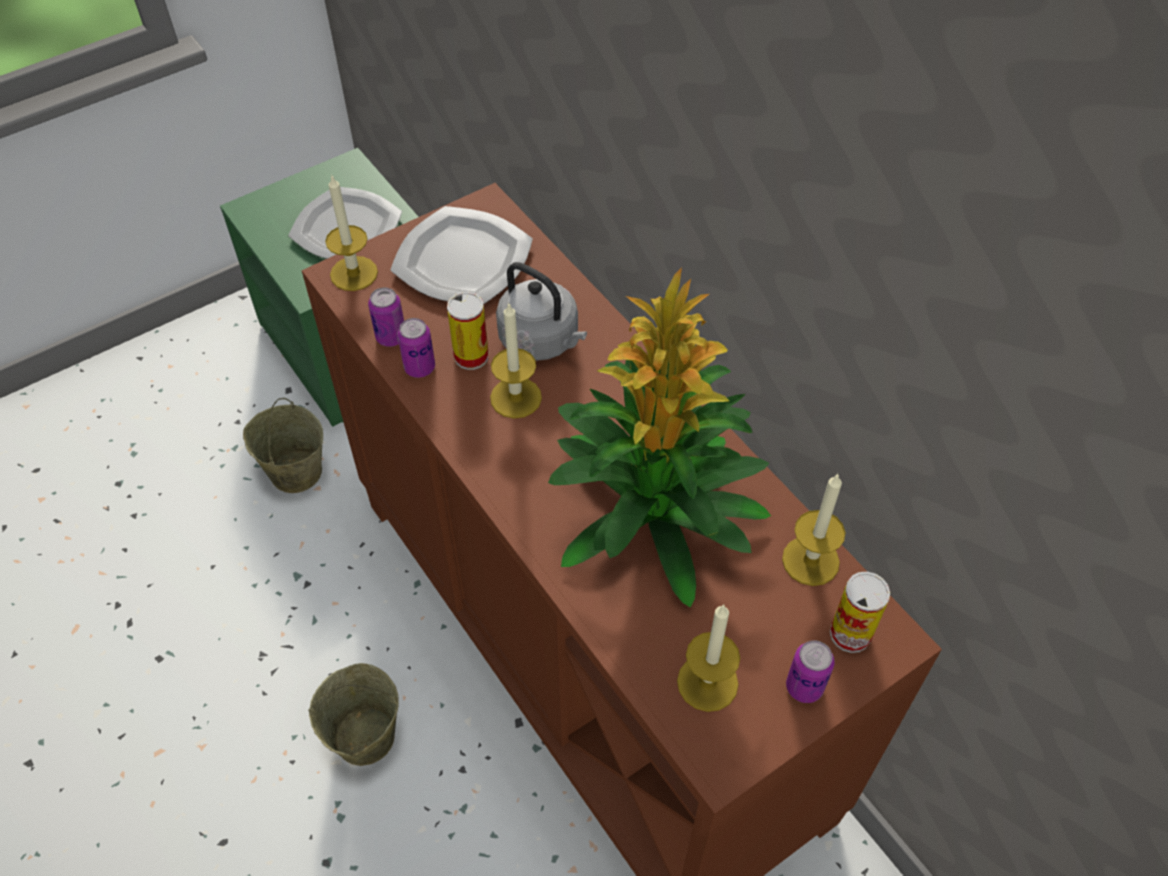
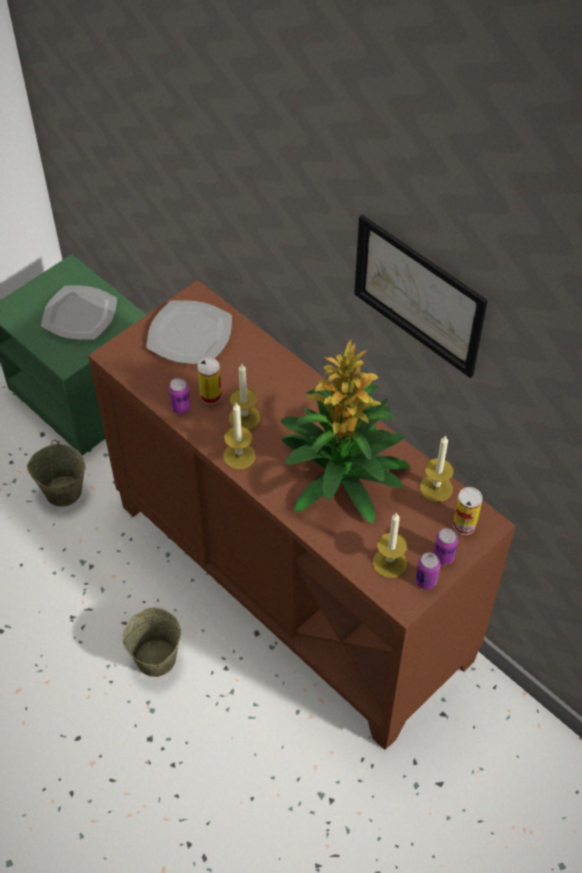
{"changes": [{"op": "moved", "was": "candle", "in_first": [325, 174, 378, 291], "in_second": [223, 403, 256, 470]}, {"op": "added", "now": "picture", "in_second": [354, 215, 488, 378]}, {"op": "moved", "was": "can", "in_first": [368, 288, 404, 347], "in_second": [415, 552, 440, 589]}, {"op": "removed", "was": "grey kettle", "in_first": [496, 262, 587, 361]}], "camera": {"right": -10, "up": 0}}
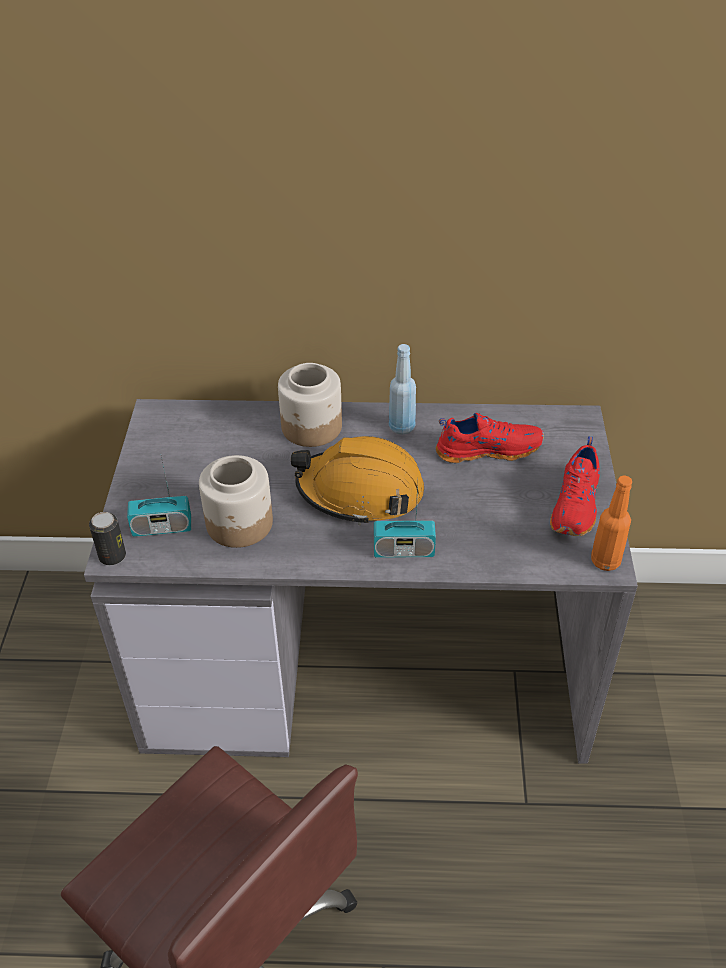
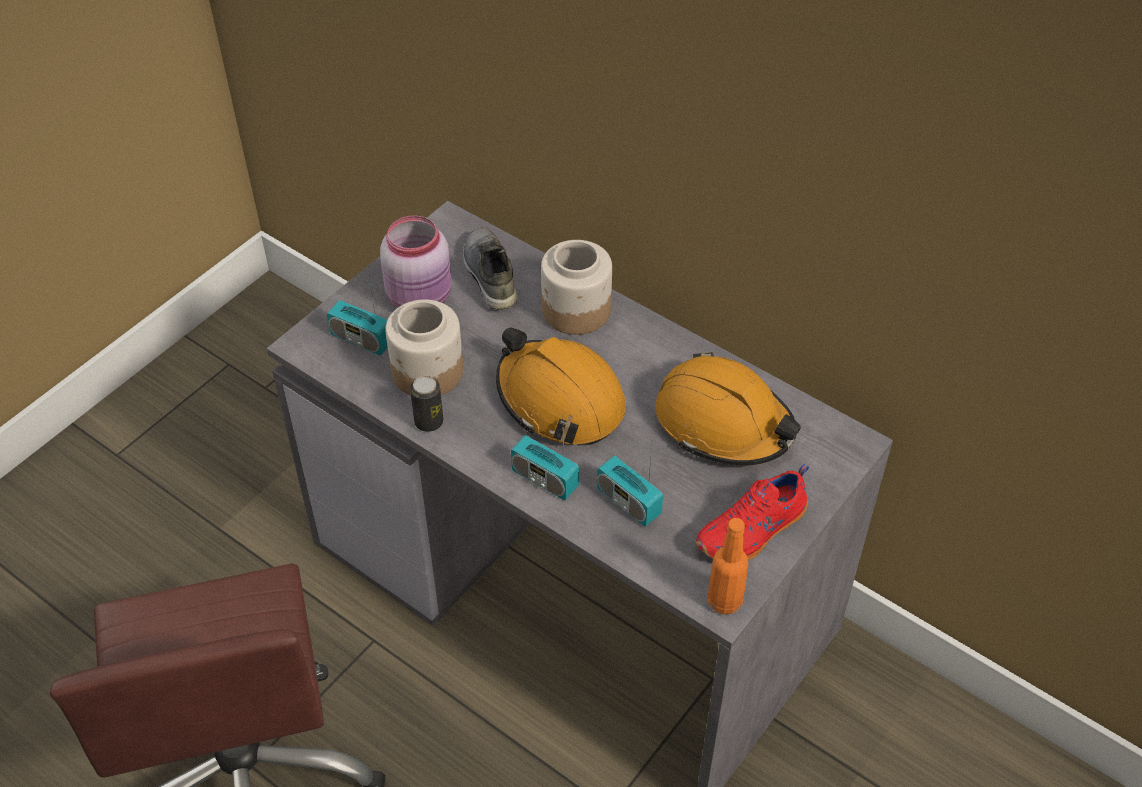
{"changes": [{"op": "added", "now": "pink jar", "in_second": [380, 215, 452, 308]}, {"op": "moved", "was": "can", "in_first": [89, 512, 126, 565], "in_second": [410, 376, 443, 432]}, {"op": "added", "now": "grey shoe", "in_second": [463, 227, 518, 310]}, {"op": "added", "now": "radio", "in_second": [597, 446, 663, 527]}, {"op": "replaced", "was": "red shoe", "now": "orange hard hat", "in_first": [435, 413, 544, 463], "in_second": [655, 352, 801, 466]}, {"op": "removed", "was": "blue bottle", "in_first": [389, 344, 416, 435]}], "camera": {"right": 35, "up": 5}}
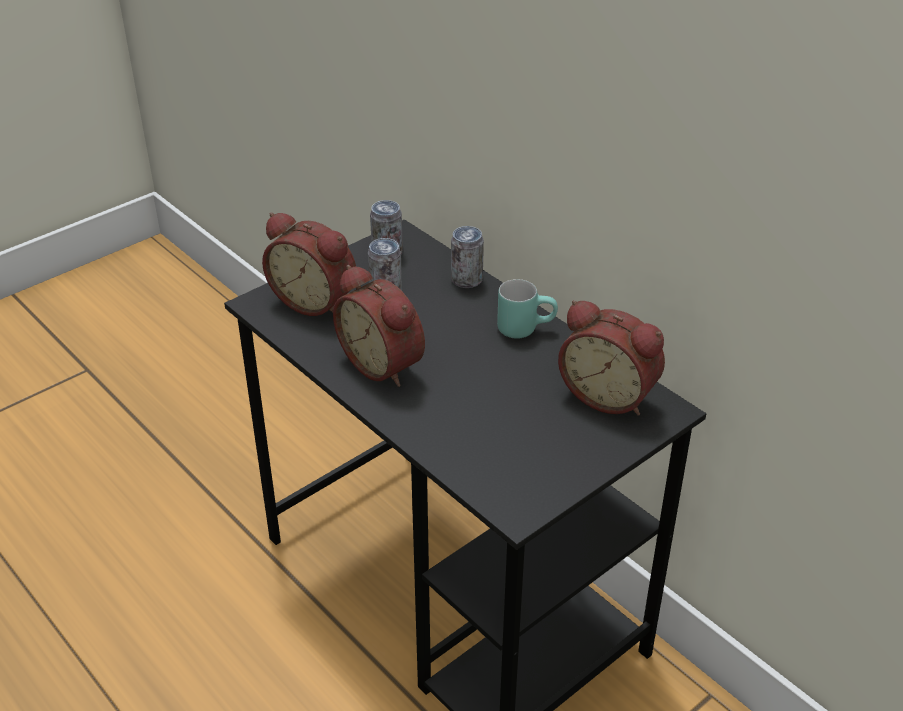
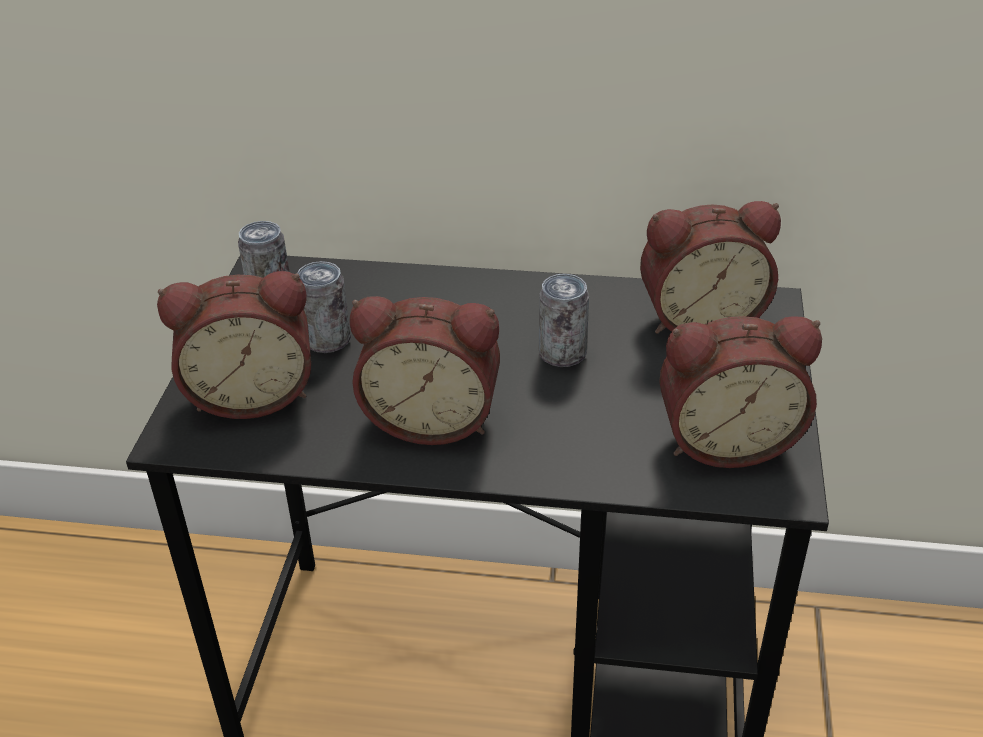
{"changes": [{"op": "moved", "was": "can", "in_first": [451, 226, 484, 288], "in_second": [539, 274, 589, 367]}, {"op": "added", "now": "alarm clock", "in_second": [659, 316, 822, 468]}, {"op": "removed", "was": "turquoise mug", "in_first": [497, 279, 558, 338]}], "camera": {"right": -40, "up": 0}}
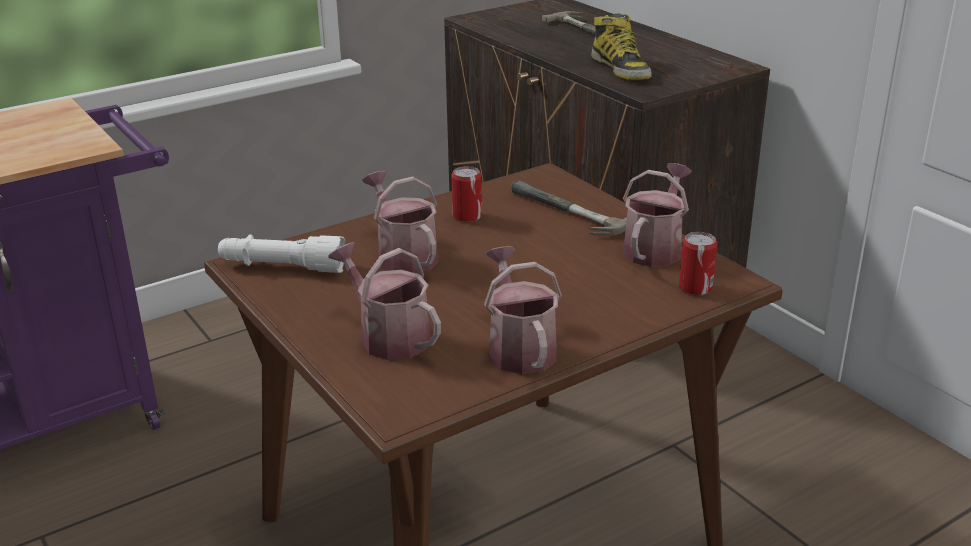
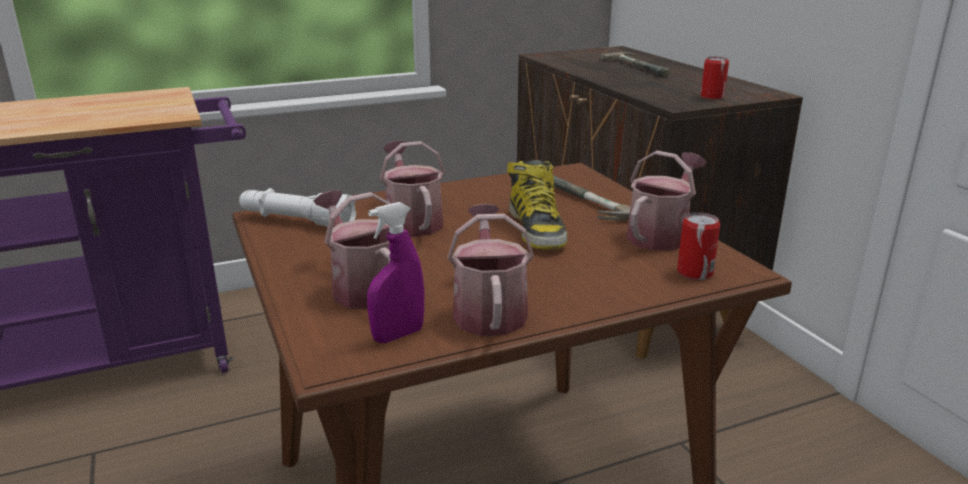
{"changes": [{"op": "added", "now": "purple spray bottle", "in_second": [367, 202, 424, 343]}, {"op": "moved", "was": "boot", "in_first": [591, 13, 652, 80], "in_second": [507, 160, 567, 250]}, {"op": "moved", "was": "can", "in_first": [451, 166, 482, 222], "in_second": [701, 57, 729, 100]}], "camera": {"right": 10, "up": -5}}
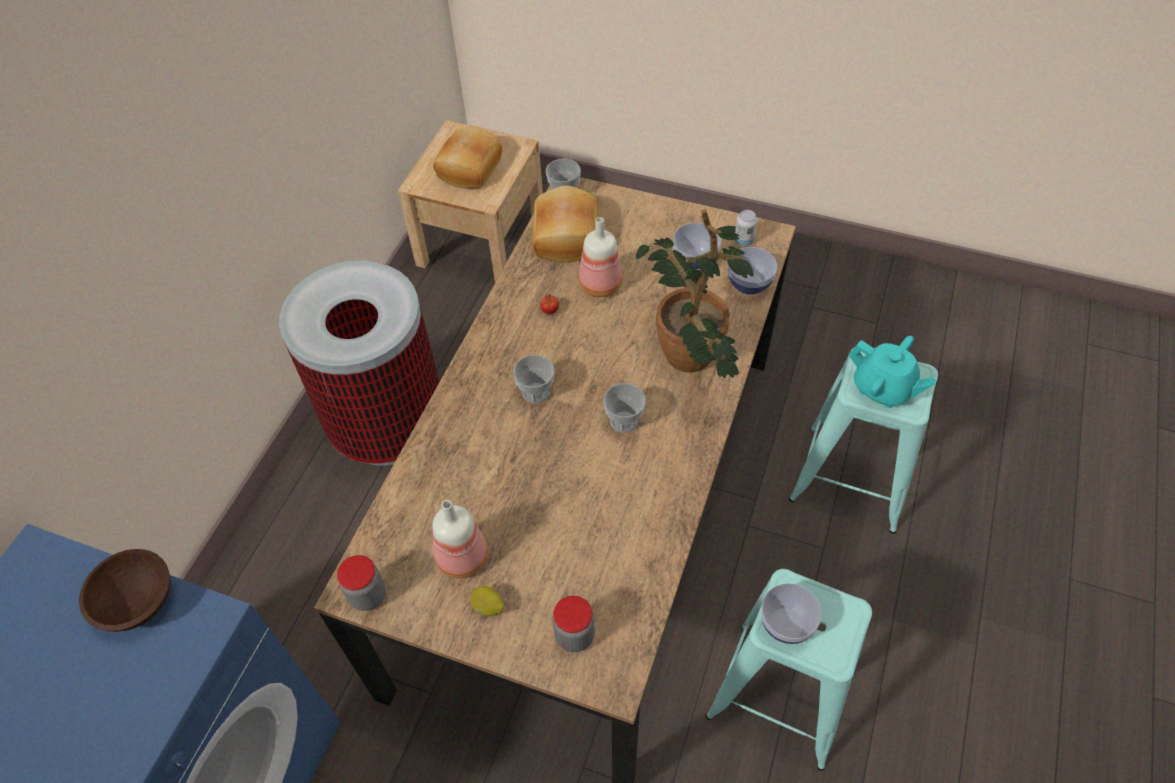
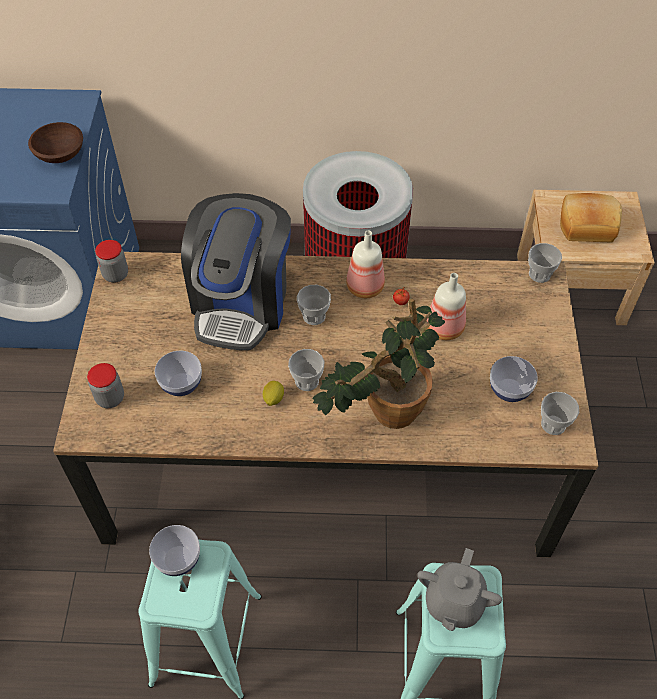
{"changes": [{"op": "moved", "was": "bowl", "in_first": [728, 247, 777, 295], "in_second": [155, 351, 202, 396]}, {"op": "added", "now": "coffee machine", "in_second": [181, 193, 291, 350]}, {"op": "moved", "was": "lemon", "in_first": [470, 586, 504, 616], "in_second": [263, 381, 284, 406]}, {"op": "moved", "was": "bottle", "in_first": [433, 500, 488, 578], "in_second": [346, 230, 385, 298]}, {"op": "recoloured", "was": "turquoise teapot", "now": "grey teapot", "in_first": [848, 336, 937, 408], "in_second": [417, 548, 502, 631]}, {"op": "replaced", "was": "can", "now": "cup", "in_first": [734, 210, 757, 246], "in_second": [541, 392, 579, 435]}, {"op": "removed", "was": "bread", "in_first": [532, 185, 598, 263]}], "camera": {"right": 70, "up": 0}}
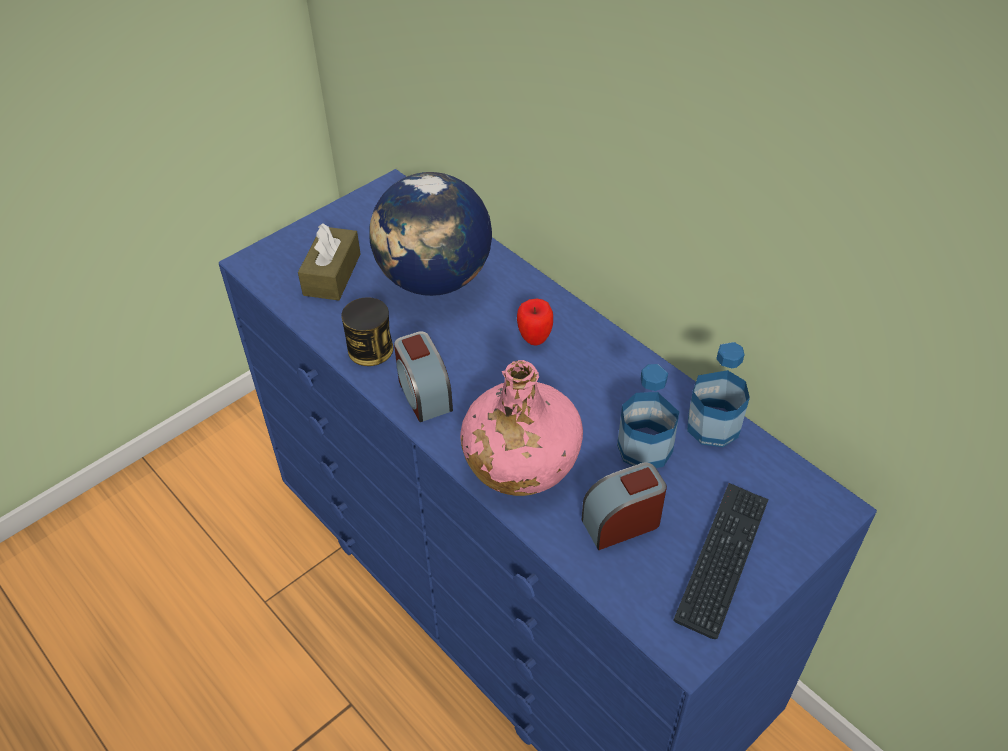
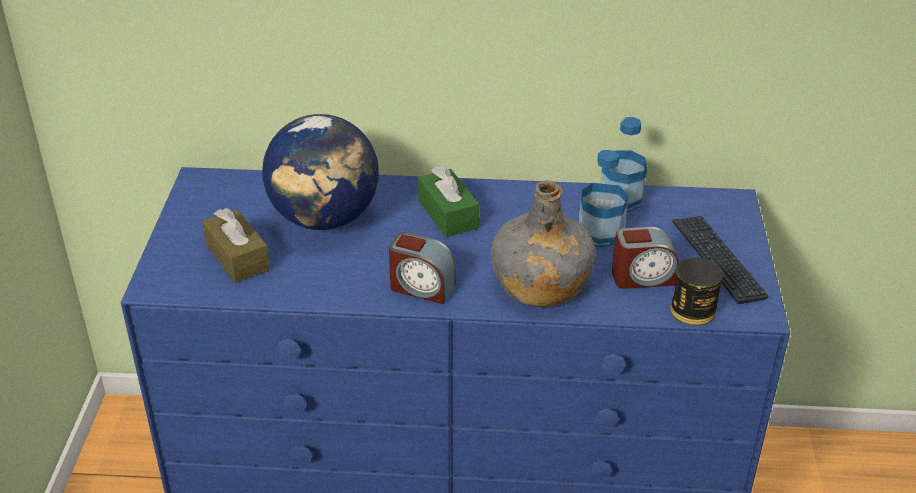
{"changes": [{"op": "replaced", "was": "apple", "now": "green tissue box", "in_first": [517, 299, 553, 346], "in_second": [418, 166, 479, 237]}, {"op": "recoloured", "was": "pink bottle", "now": "grey bottle", "in_first": [460, 360, 583, 496], "in_second": [491, 180, 595, 307]}, {"op": "turned", "was": "alarm clock", "in_first": [582, 462, 667, 550], "in_second": [612, 227, 679, 289], "clockwise": -120}, {"op": "moved", "was": "can", "in_first": [341, 297, 393, 366], "in_second": [670, 258, 723, 326]}], "camera": {"right": -45, "up": -10}}
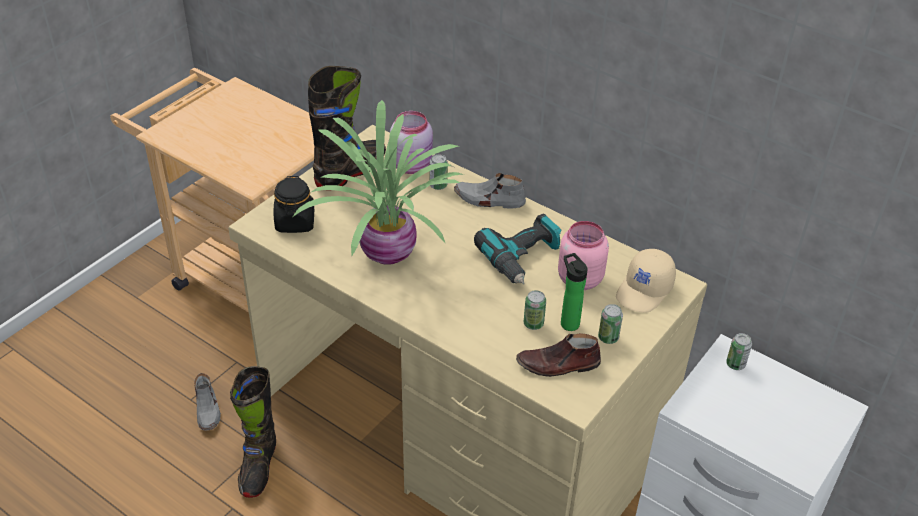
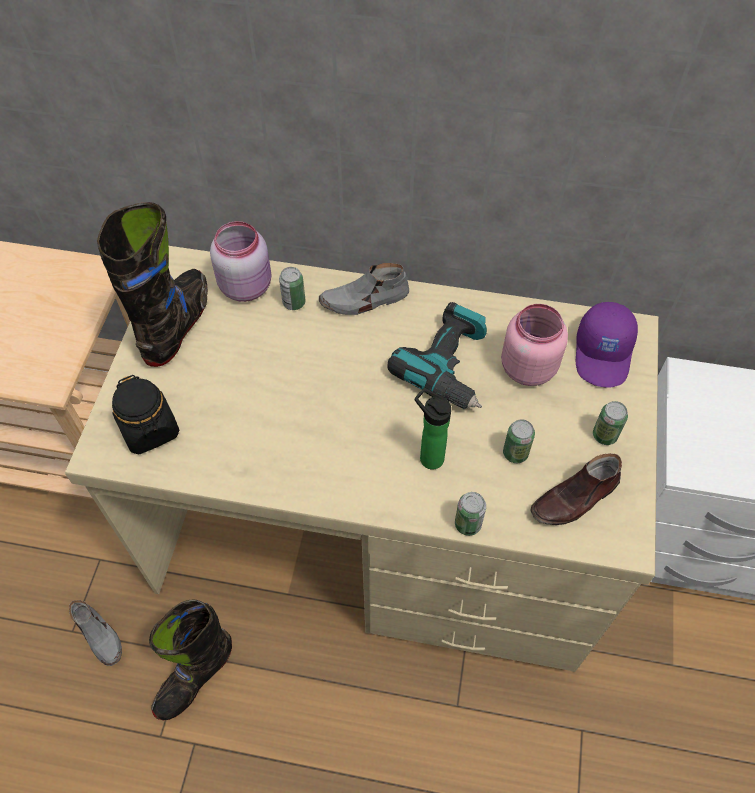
{"changes": [{"op": "turned", "was": "black boot", "in_first": [230, 366, 276, 498], "in_second": [149, 600, 232, 720], "clockwise": 60}, {"op": "moved", "was": "bottle", "in_first": [561, 253, 588, 331], "in_second": [415, 388, 451, 469]}, {"op": "moved", "was": "can", "in_first": [726, 333, 752, 370], "in_second": [455, 492, 486, 536]}, {"op": "recoloured", "was": "beige cap", "now": "purple cap", "in_first": [616, 249, 676, 313], "in_second": [576, 302, 638, 388]}, {"op": "removed", "was": "potted plant", "in_first": [293, 100, 464, 265]}], "camera": {"right": -25, "up": 15}}
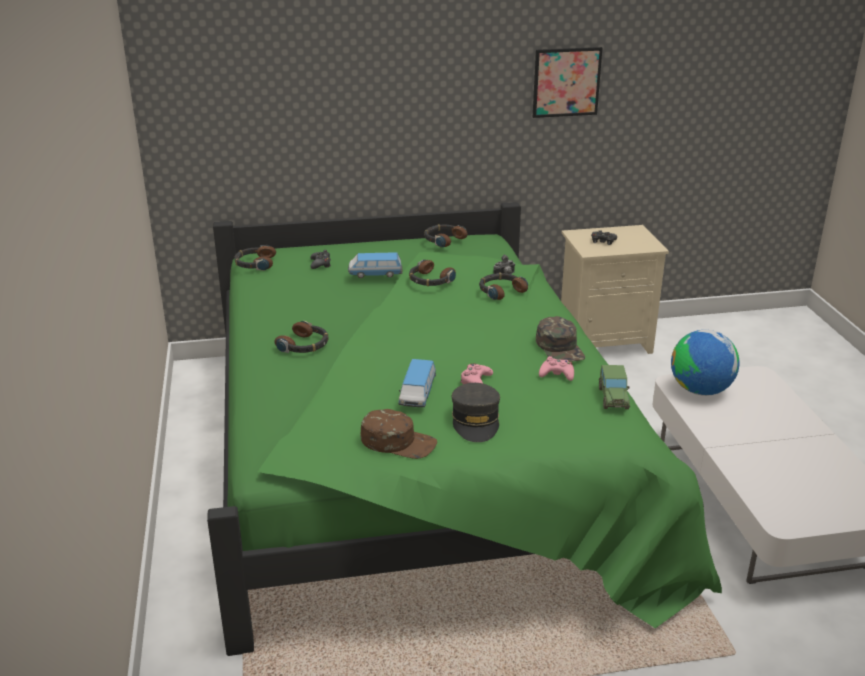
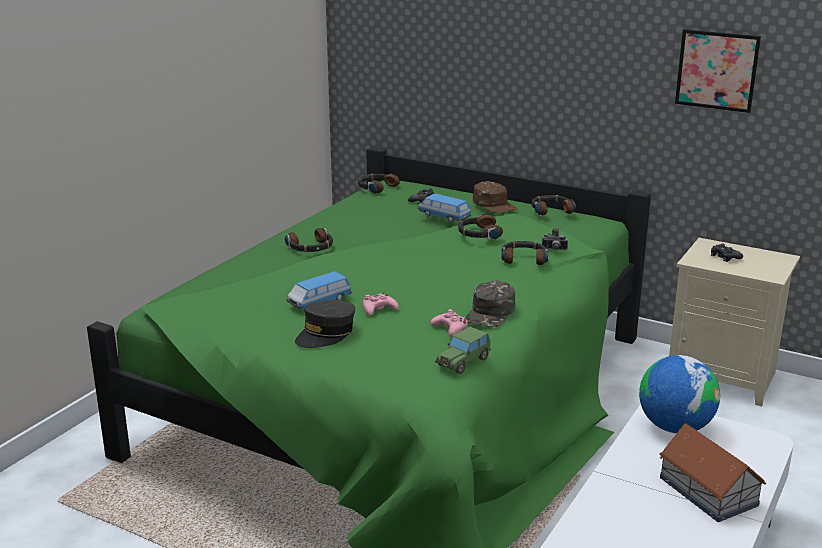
{"changes": [{"op": "moved", "was": "brown cap", "in_first": [360, 409, 437, 459], "in_second": [473, 181, 518, 213]}, {"op": "added", "now": "toy house", "in_second": [659, 424, 766, 522]}], "camera": {"right": 40, "up": -5}}
